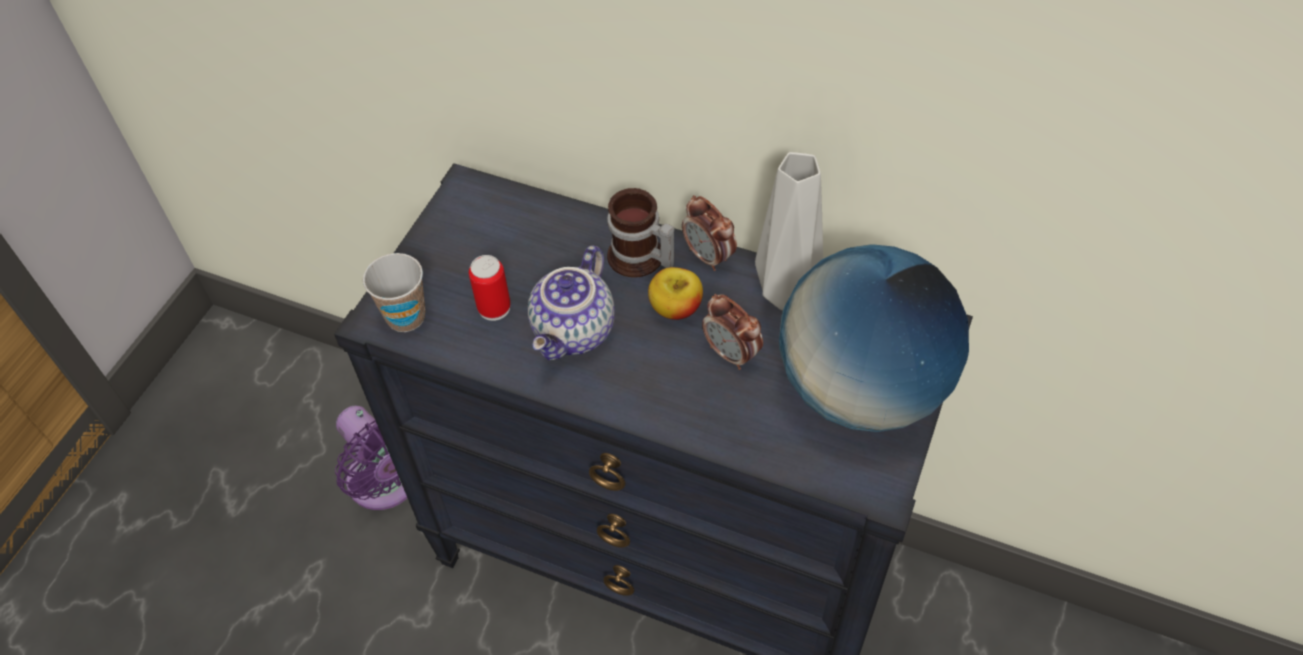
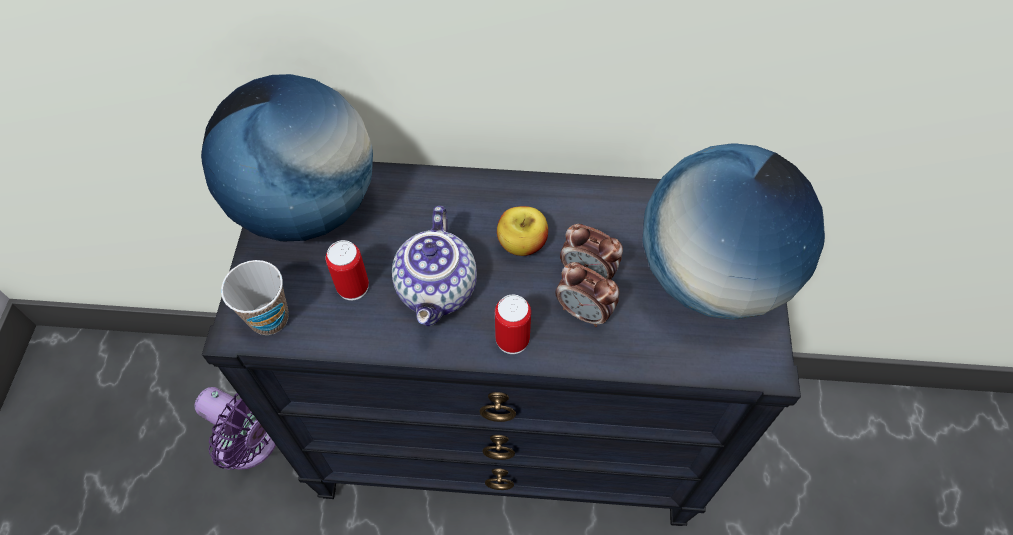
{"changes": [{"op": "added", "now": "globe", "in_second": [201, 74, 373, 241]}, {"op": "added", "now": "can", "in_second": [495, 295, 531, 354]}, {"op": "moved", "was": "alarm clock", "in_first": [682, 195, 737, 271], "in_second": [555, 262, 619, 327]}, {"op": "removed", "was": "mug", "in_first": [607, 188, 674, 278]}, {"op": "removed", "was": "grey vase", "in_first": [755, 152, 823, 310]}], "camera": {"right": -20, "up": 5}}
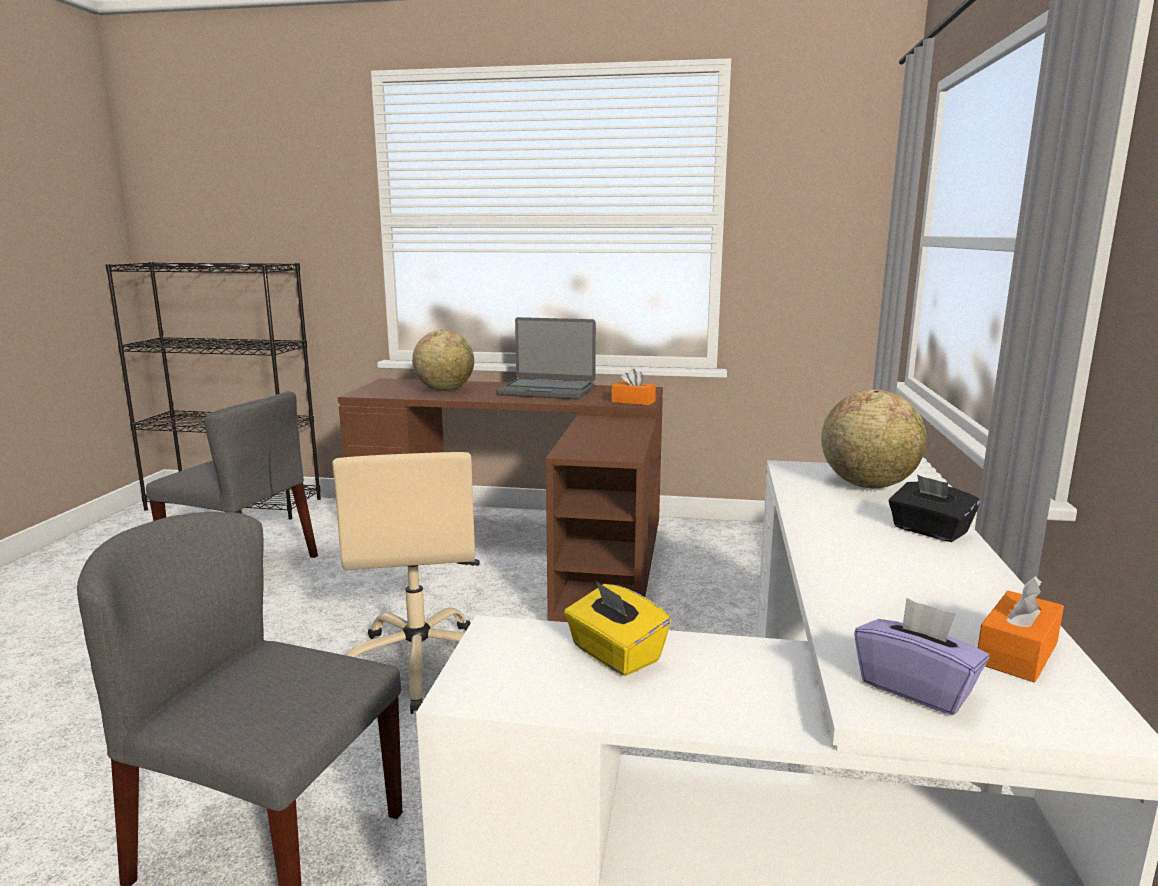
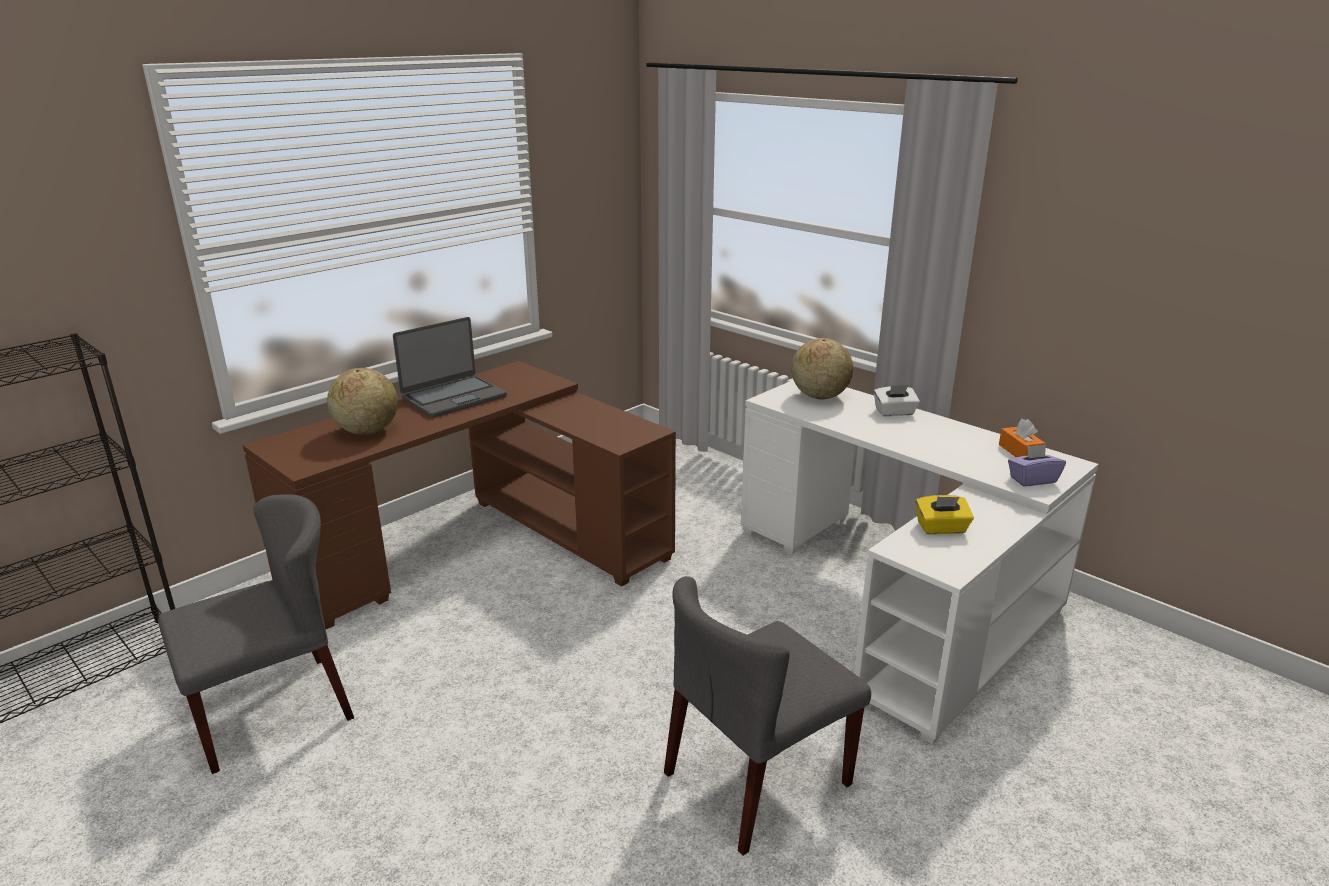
{"changes": [{"op": "recoloured", "was": "black tissue box", "now": "white tissue box", "in_first": [889, 475, 980, 542], "in_second": [874, 385, 920, 417]}, {"op": "removed", "was": "beige office chair", "in_first": [332, 452, 480, 714]}, {"op": "removed", "was": "orange tissue box", "in_first": [611, 369, 656, 406]}], "camera": {"right": -55, "up": 10}}
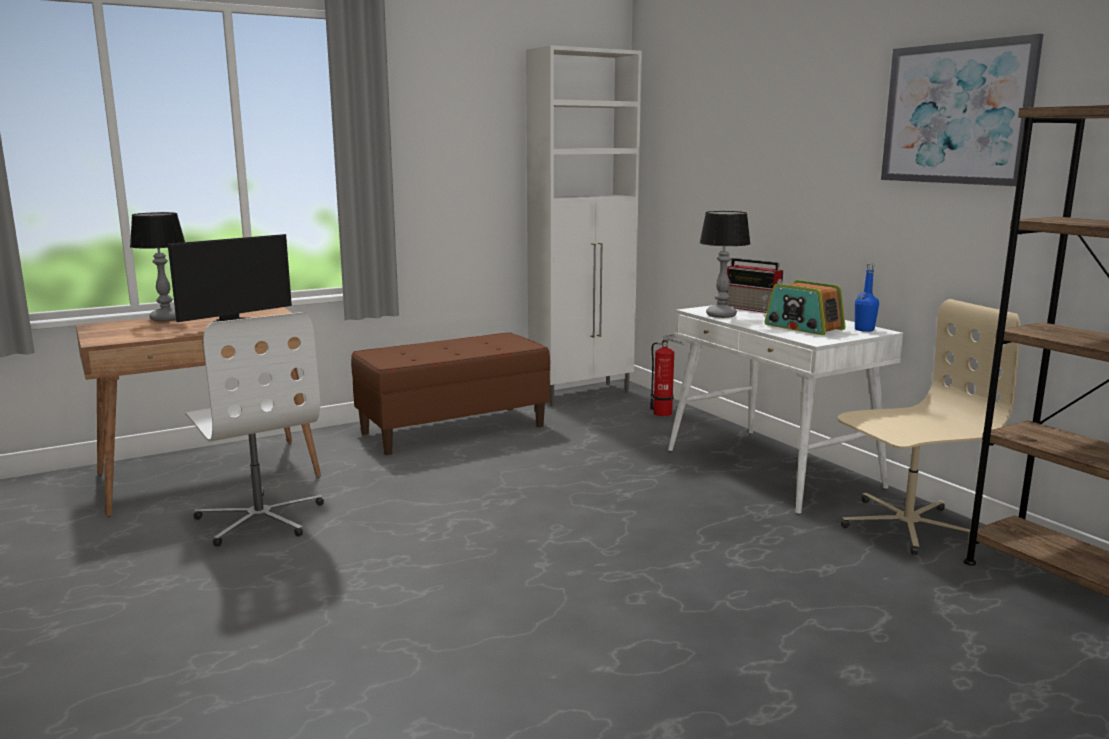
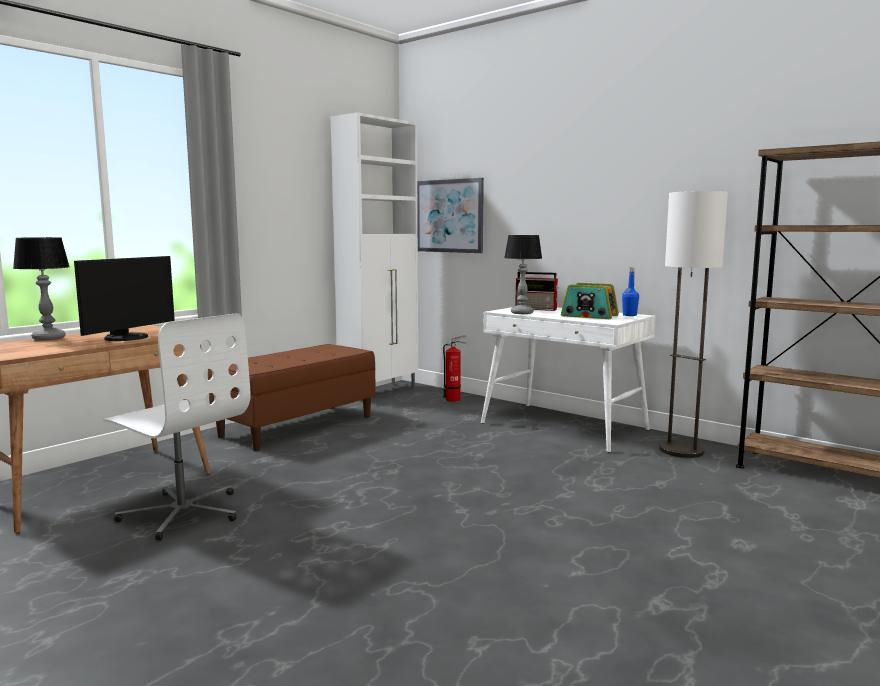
{"changes": [{"op": "moved", "was": "picture", "in_first": [881, 34, 1043, 186], "in_second": [417, 178, 484, 253]}, {"op": "replaced", "was": "beige office chair", "now": "floor lamp", "in_first": [838, 299, 1021, 555], "in_second": [659, 191, 728, 458]}], "camera": {"right": -20, "up": -5}}
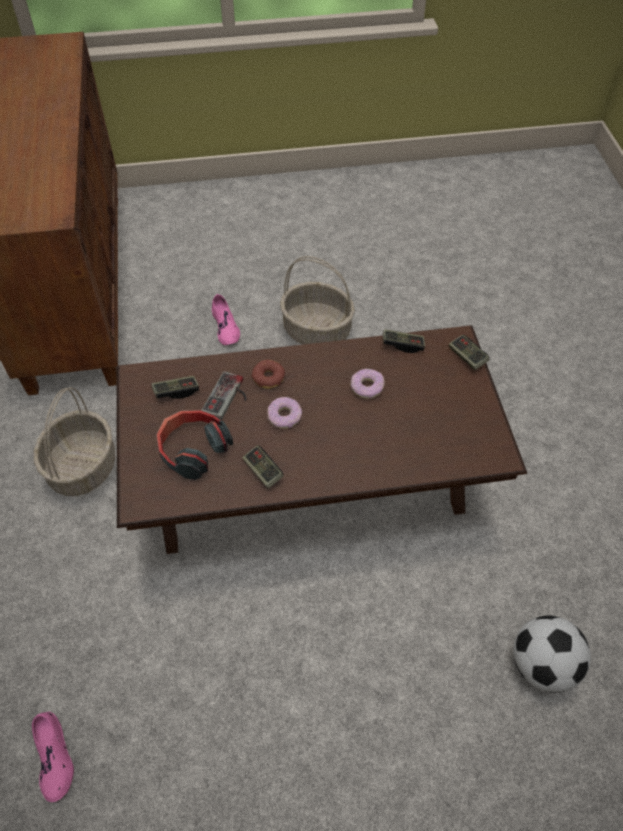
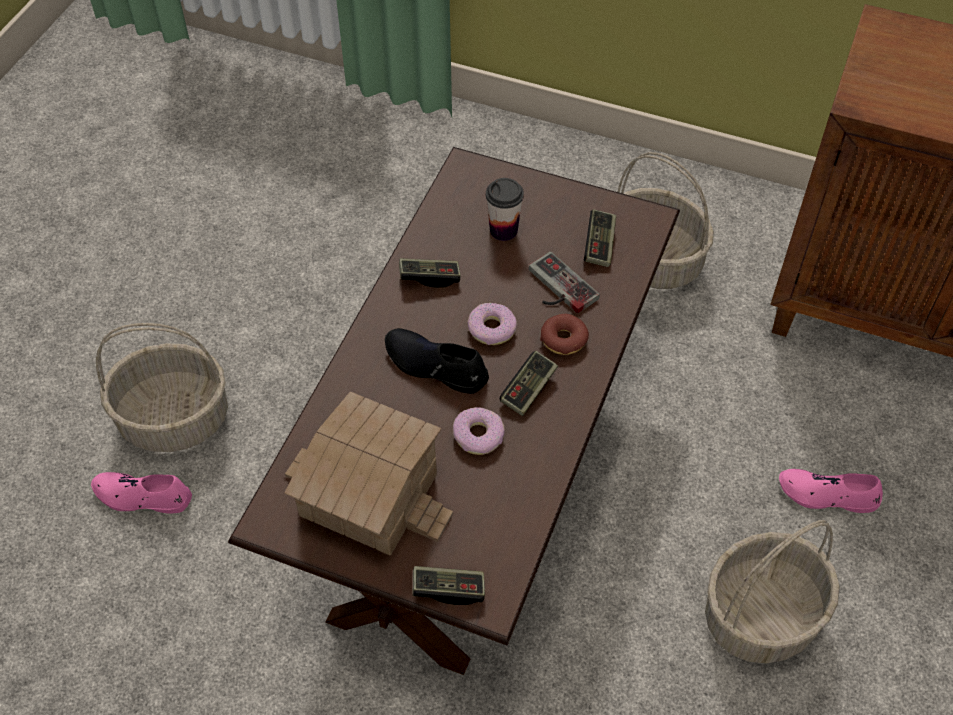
{"changes": [{"op": "moved", "was": "pink shoe", "in_first": [32, 712, 74, 802], "in_second": [91, 472, 192, 514]}, {"op": "added", "now": "basket", "in_second": [96, 323, 228, 452]}, {"op": "added", "now": "toy house", "in_second": [285, 392, 453, 555]}, {"op": "added", "now": "black shoe", "in_second": [385, 328, 489, 394]}, {"op": "replaced", "was": "headphones", "now": "cup", "in_first": [156, 410, 233, 480], "in_second": [486, 178, 524, 241]}, {"op": "moved", "was": "game controller", "in_first": [383, 329, 425, 353], "in_second": [500, 351, 558, 416]}, {"op": "removed", "was": "football", "in_first": [513, 615, 591, 693]}], "camera": {"right": 120, "up": 0}}
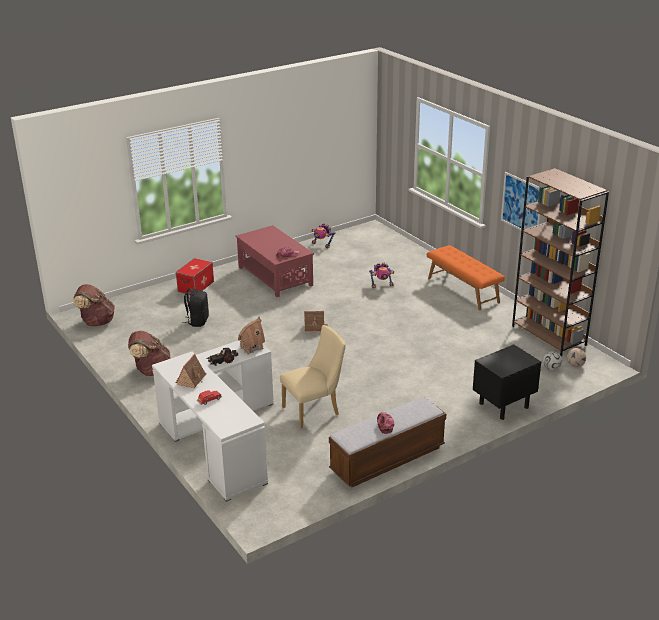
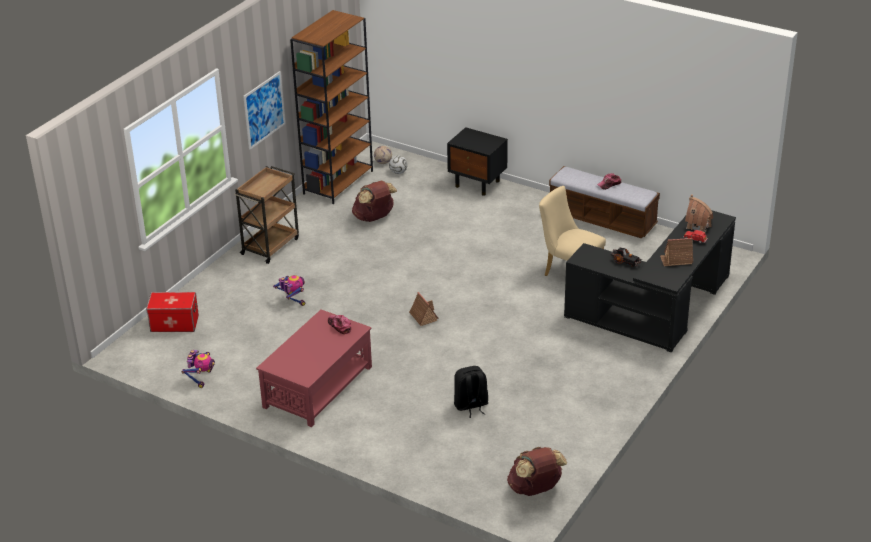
{"changes": [{"op": "moved", "was": "storage box", "in_first": [175, 258, 214, 295], "in_second": [146, 292, 199, 332]}, {"op": "replaced", "was": "orange bench", "now": "brown cart", "in_first": [427, 245, 505, 311], "in_second": [234, 166, 299, 264]}, {"op": "moved", "was": "brown backpack", "in_first": [128, 331, 171, 376], "in_second": [352, 181, 397, 222]}, {"op": "recoloured", "was": "white desk", "now": "black desk", "in_first": [152, 340, 274, 502], "in_second": [564, 210, 736, 353]}, {"op": "moved", "was": "toy house", "in_first": [238, 317, 265, 354], "in_second": [685, 194, 713, 232]}], "camera": {"right": -115, "up": 5}}
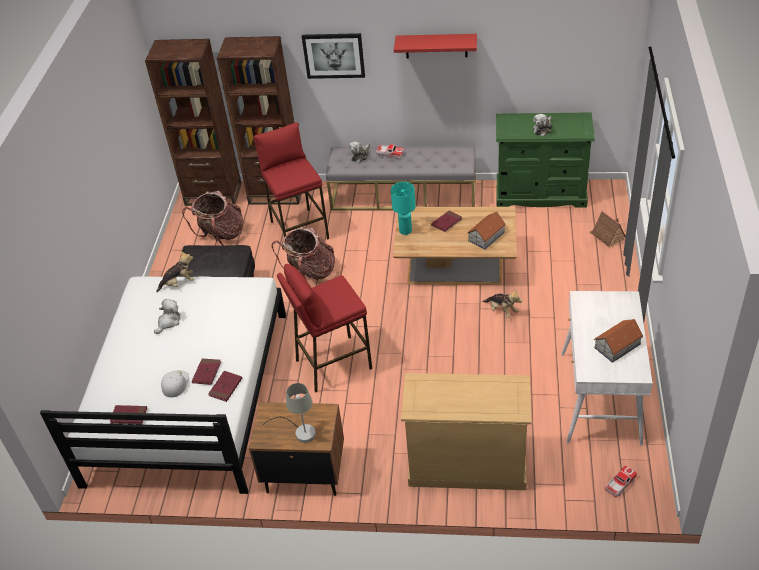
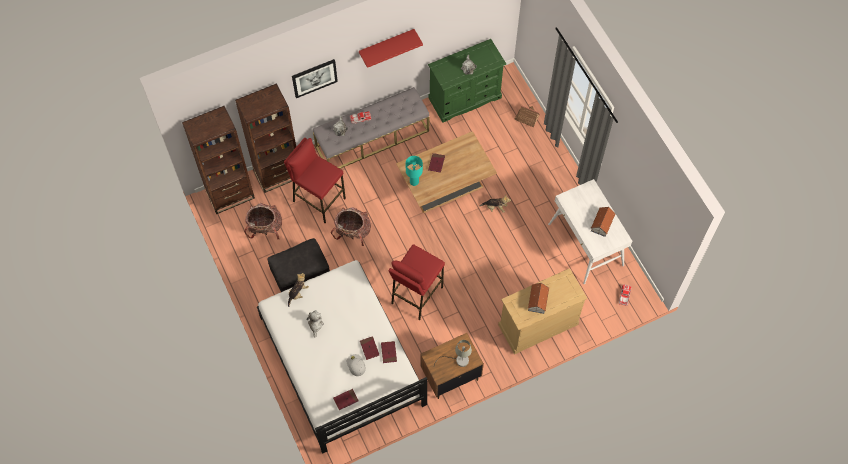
{"changes": [{"op": "moved", "was": "toy house", "in_first": [467, 212, 506, 249], "in_second": [528, 283, 550, 314]}], "camera": {"right": -35, "up": 20}}
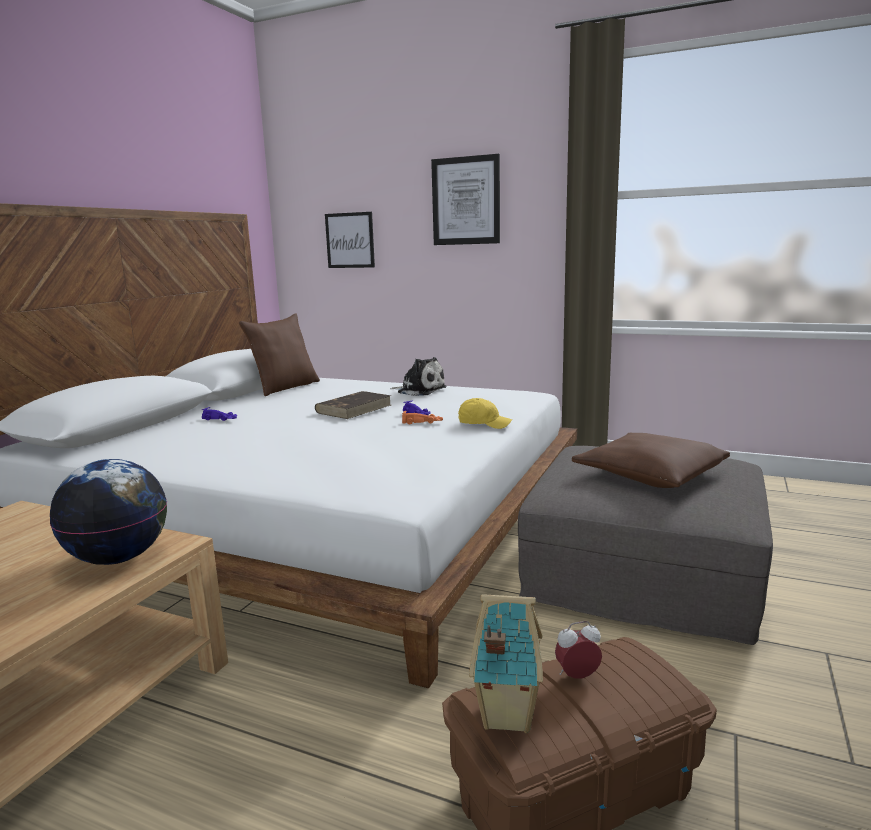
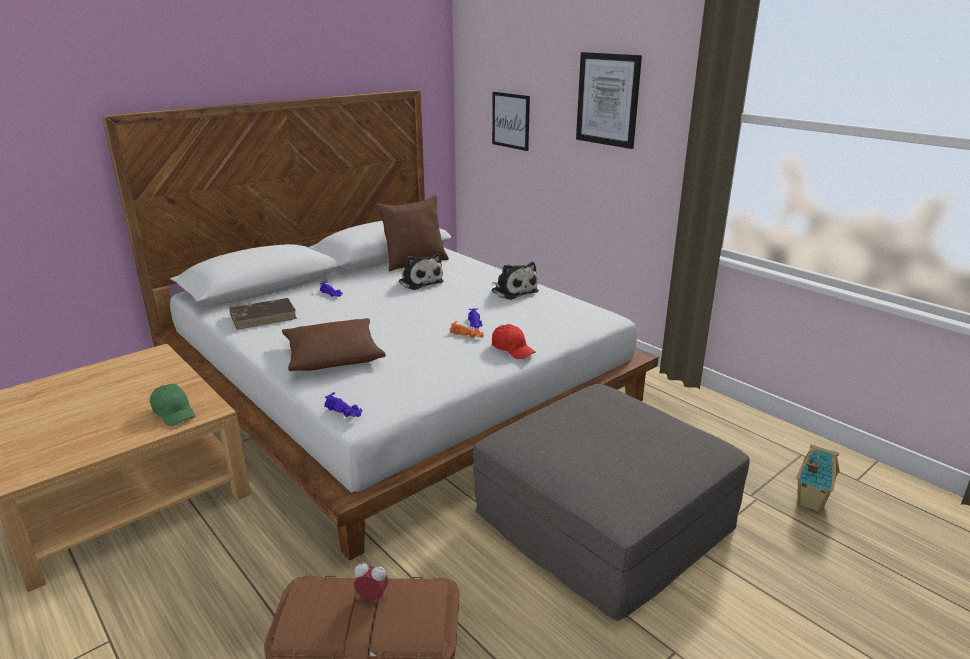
{"changes": [{"op": "replaced", "was": "globe", "now": "green cap", "in_first": [50, 459, 167, 565], "in_second": [150, 384, 195, 426]}, {"op": "moved", "was": "brown book", "in_first": [315, 391, 391, 419], "in_second": [229, 298, 297, 330]}, {"op": "moved", "was": "brown pillow", "in_first": [572, 433, 730, 488], "in_second": [282, 318, 386, 371]}, {"op": "added", "now": "purple toy car", "in_second": [324, 392, 362, 417]}, {"op": "added", "now": "plush toy", "in_second": [399, 253, 444, 290]}, {"op": "recoloured", "was": "yellow cap", "now": "red cap", "in_first": [458, 398, 512, 429], "in_second": [492, 324, 535, 359]}, {"op": "moved", "was": "toy house", "in_first": [469, 594, 543, 733], "in_second": [796, 444, 840, 512]}], "camera": {"right": 25, "up": 10}}
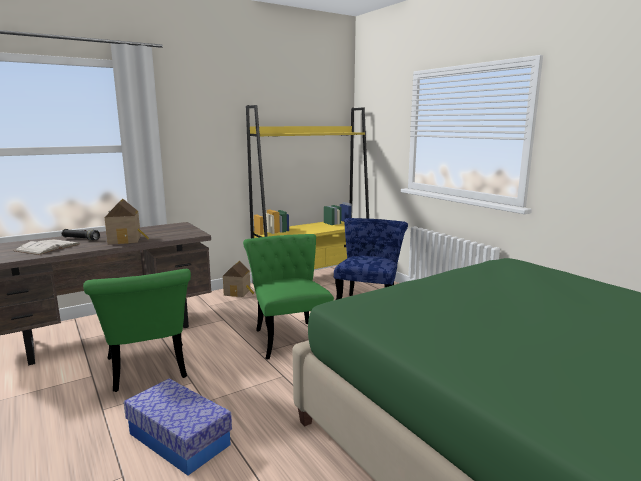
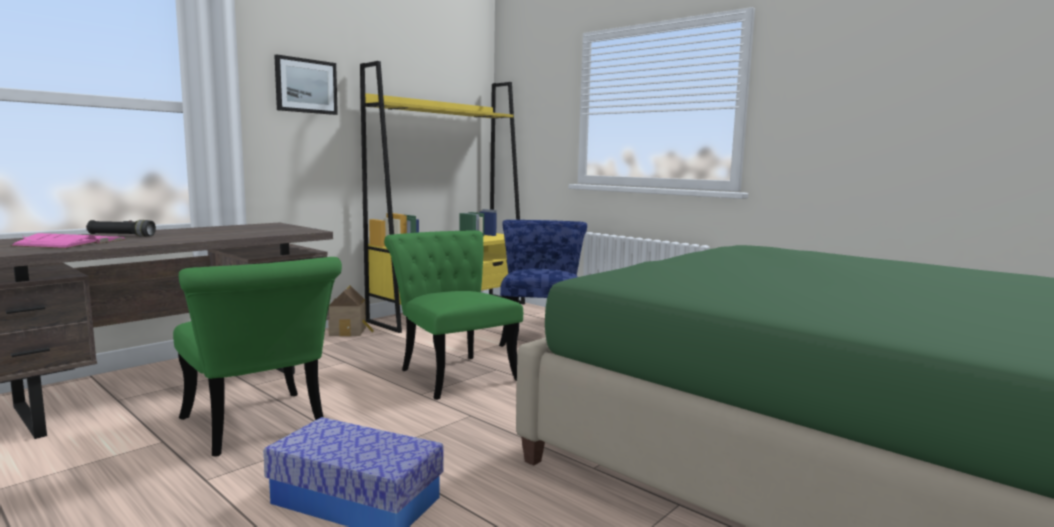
{"changes": [{"op": "recoloured", "was": "white book", "now": "pink book", "in_first": [15, 239, 80, 255], "in_second": [11, 233, 126, 249]}, {"op": "added", "now": "picture", "in_second": [274, 54, 338, 115]}, {"op": "removed", "was": "toy house", "in_first": [104, 199, 149, 244]}], "camera": {"right": -15, "up": -5}}
